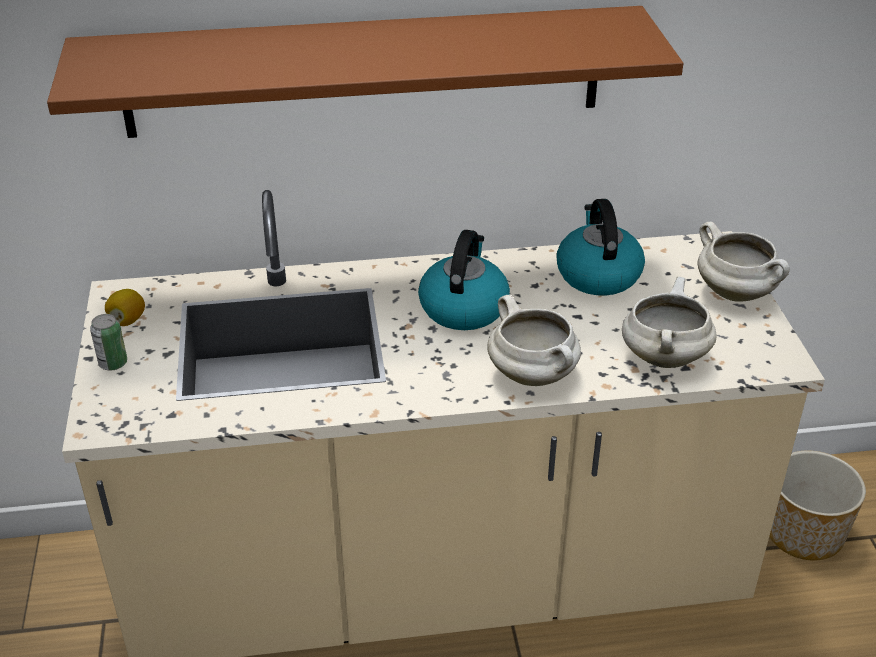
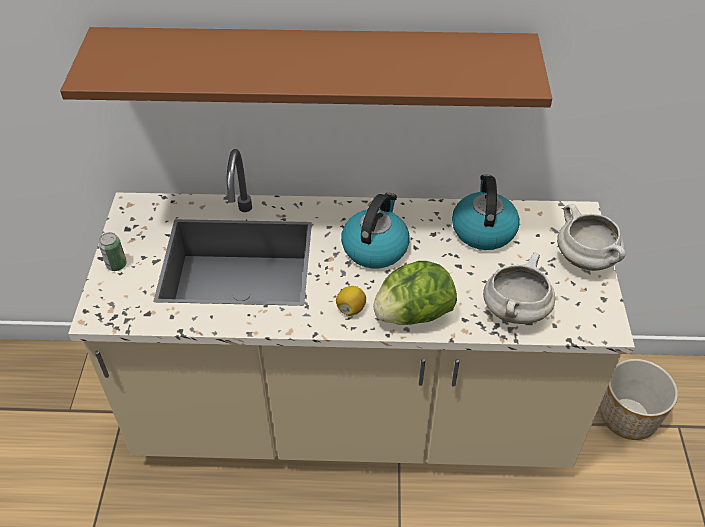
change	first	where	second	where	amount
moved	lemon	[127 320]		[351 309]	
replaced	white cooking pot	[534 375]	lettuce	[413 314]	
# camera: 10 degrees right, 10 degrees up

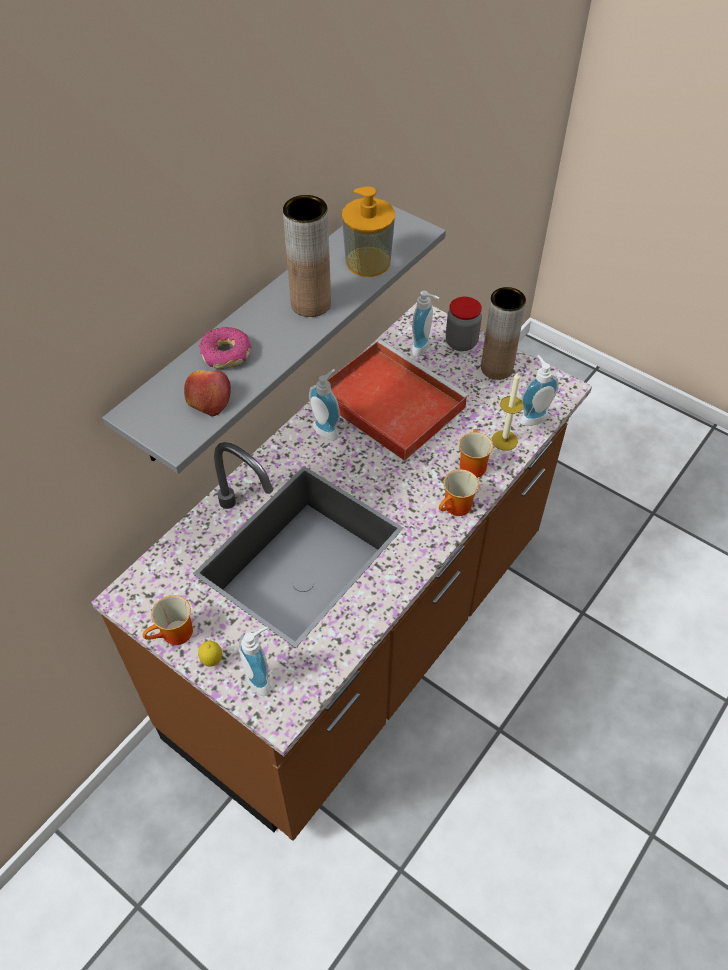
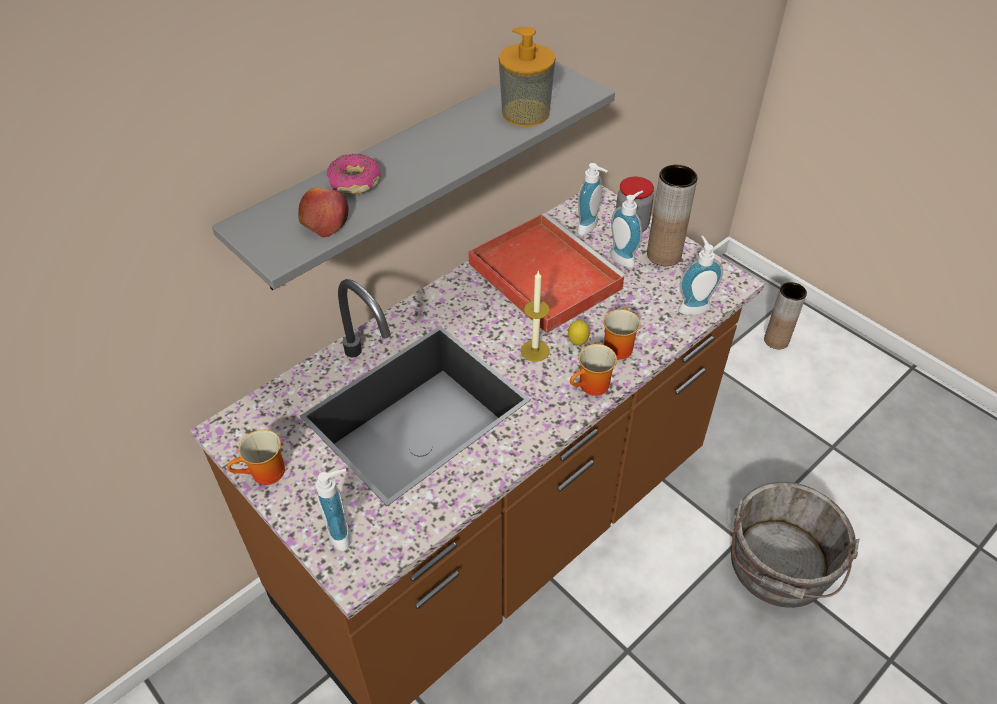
change	first	where	second	where	amount
moved	lemon	[212 661]		[577 343]	
moved	brown vase	[311 304]		[776 340]	
moved	soap dispenser	[328 429]		[625 257]	
moved	candle	[504 440]		[535 350]	
added			grey bucket	[778 568]	
# camera: 10 degrees right, 5 degrees down

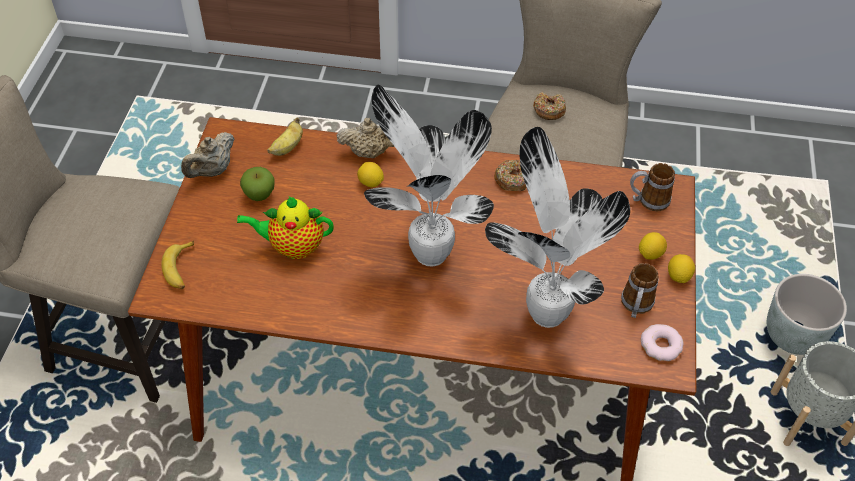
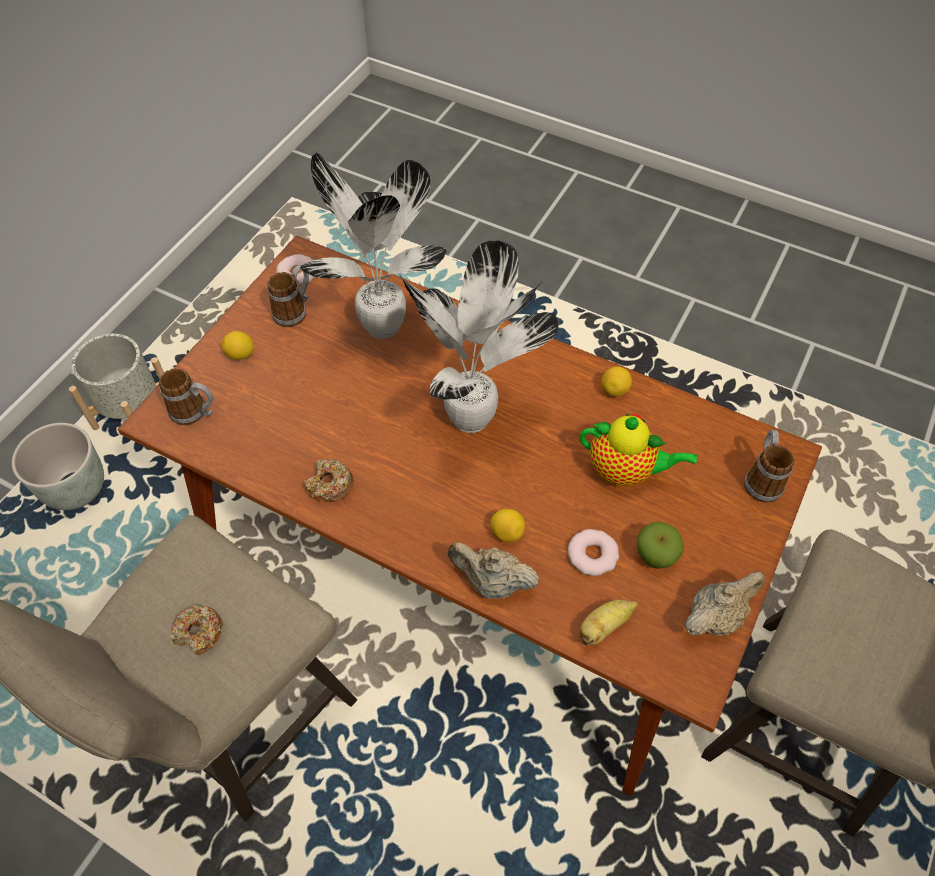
change	first	where	second	where	amount
replaced	banana	[180 269]	mug	[762 479]	
moved	lemon	[678 276]		[615 390]	
added			donut	[592 555]	
# camera: 160 degrees left, 5 degrees up

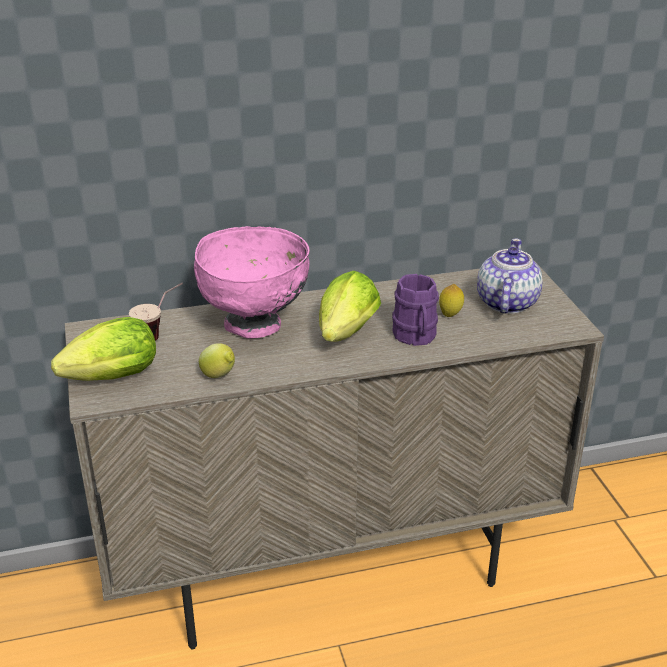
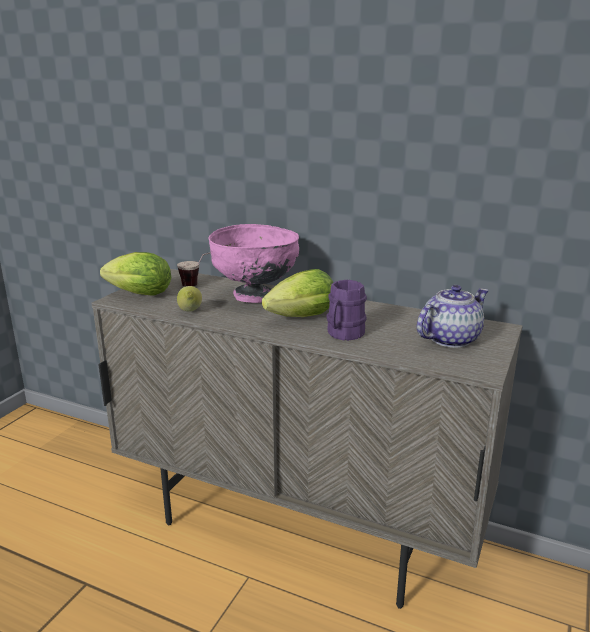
change	first	where	second	where	amount
removed	lemon	[450 315]			
# camera: 40 degrees right, 10 degrees down

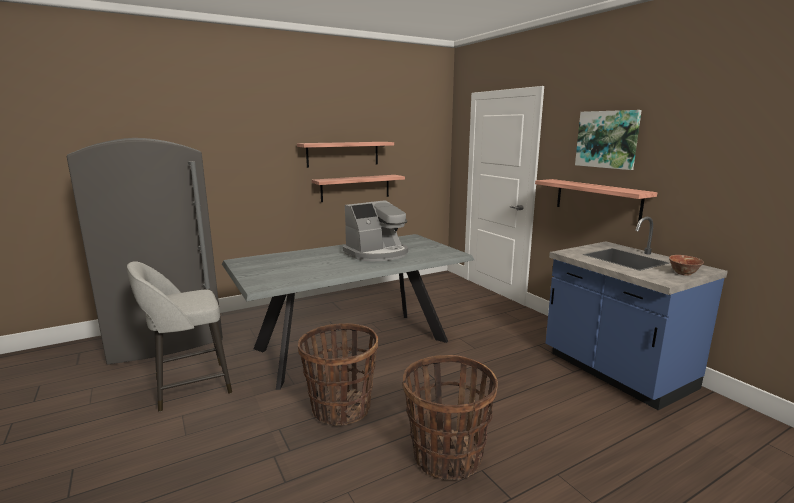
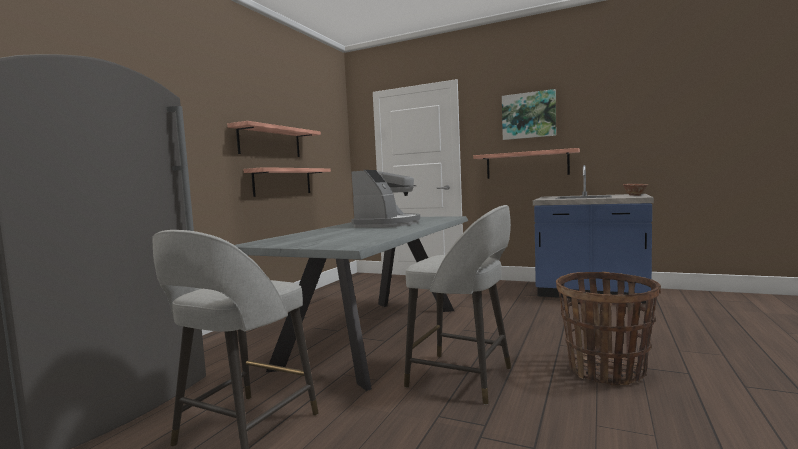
change	first	where	second	where	amount
replaced	basket	[340 408]	grey stool	[463 378]	
# camera: 35 degrees left, 10 degrees down

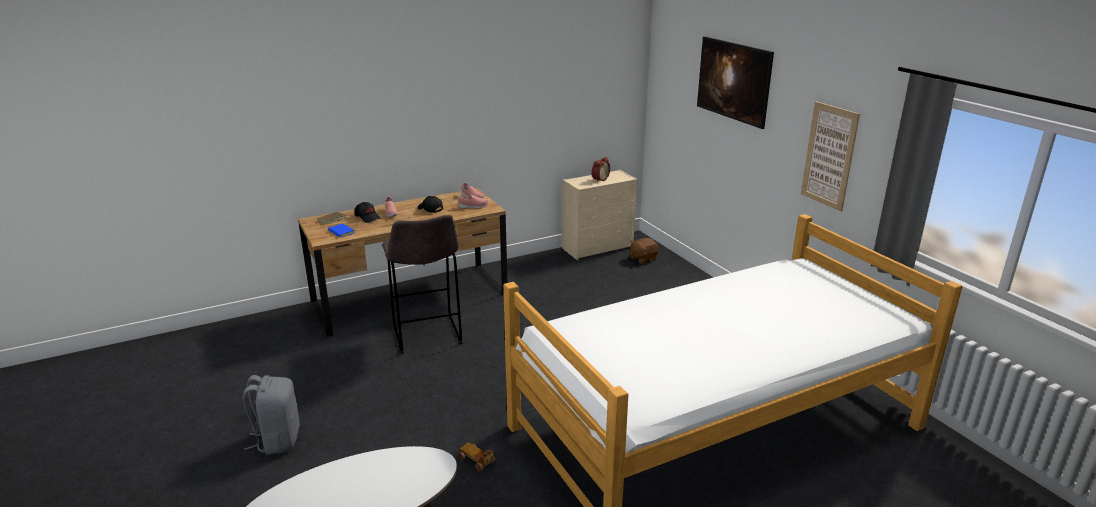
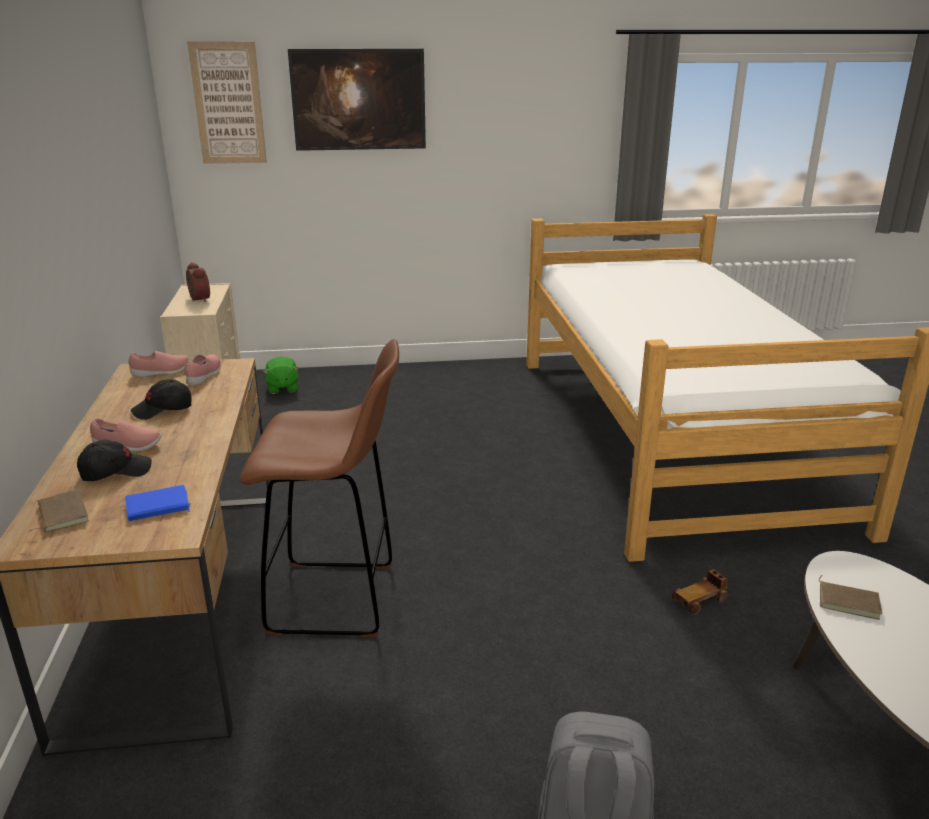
change	first	where	second	where	amount
recoloured	grey stool	[427 336]	brown stool	[337 599]	
recoloured	brown plush toy	[642 259]	green plush toy	[282 388]	
moved	picture	[829 156]		[228 103]	
added			brown book	[848 601]	
# camera: 70 degrees left, 0 degrees up

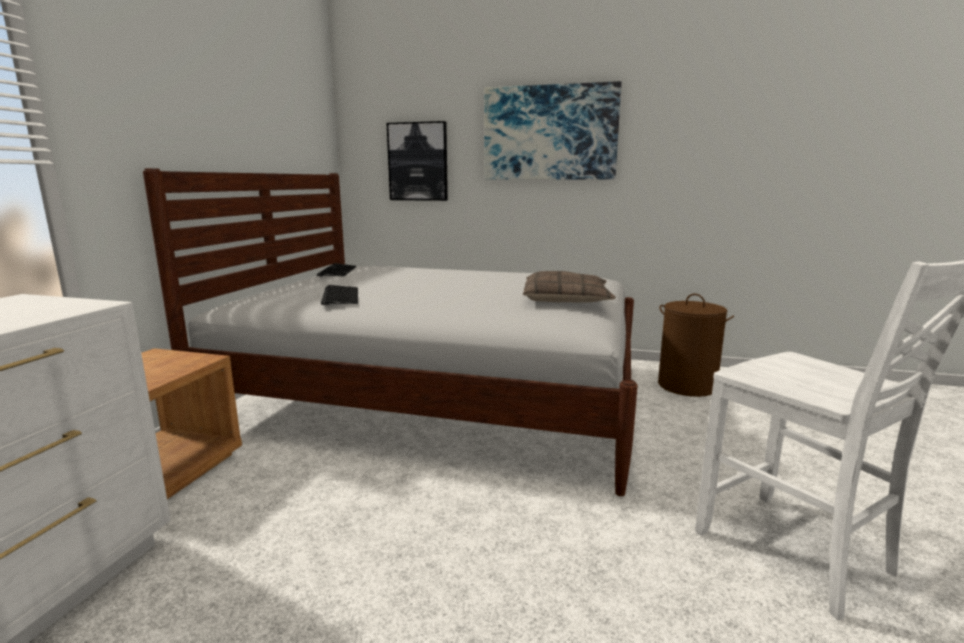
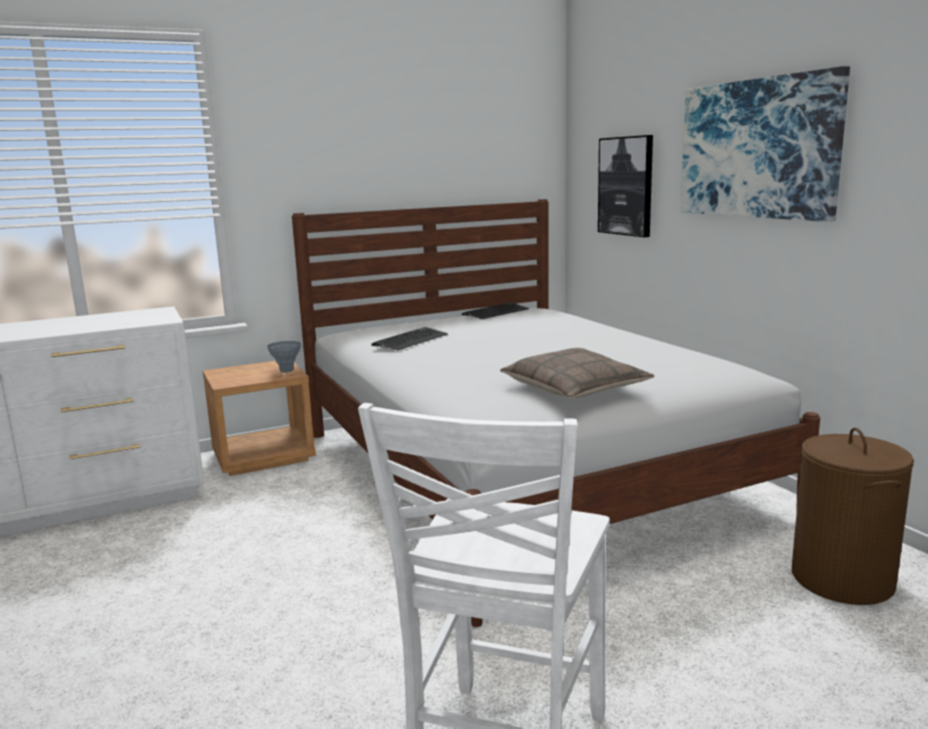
change	first	where	second	where	amount
added			grey vase	[286 371]	
# camera: 50 degrees right, 0 degrees up

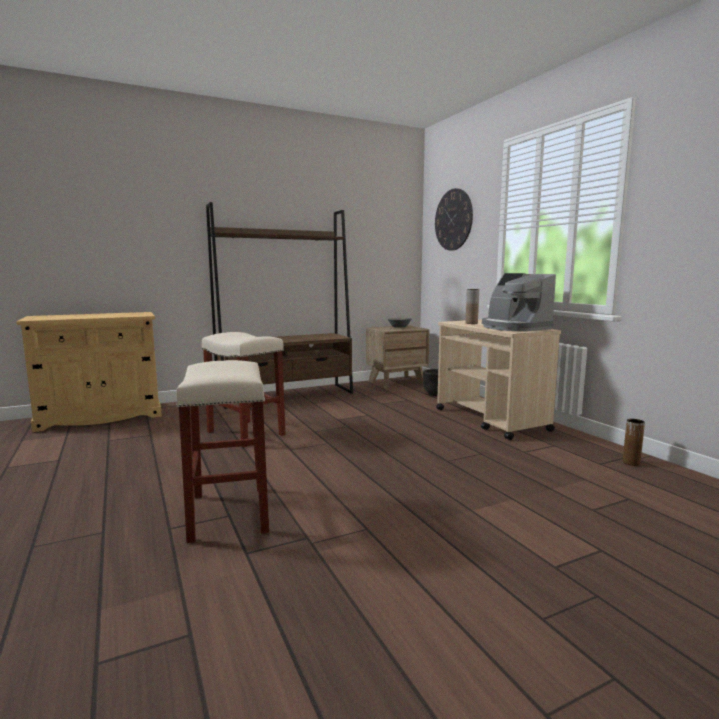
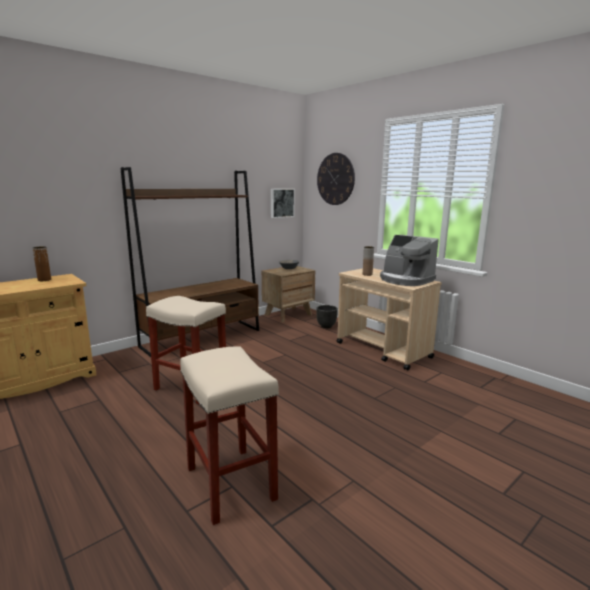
change	first	where	second	where	amount
moved	brown vase	[631 463]		[44 280]	
added			picture	[281 203]	
# camera: 15 degrees left, 5 degrees up

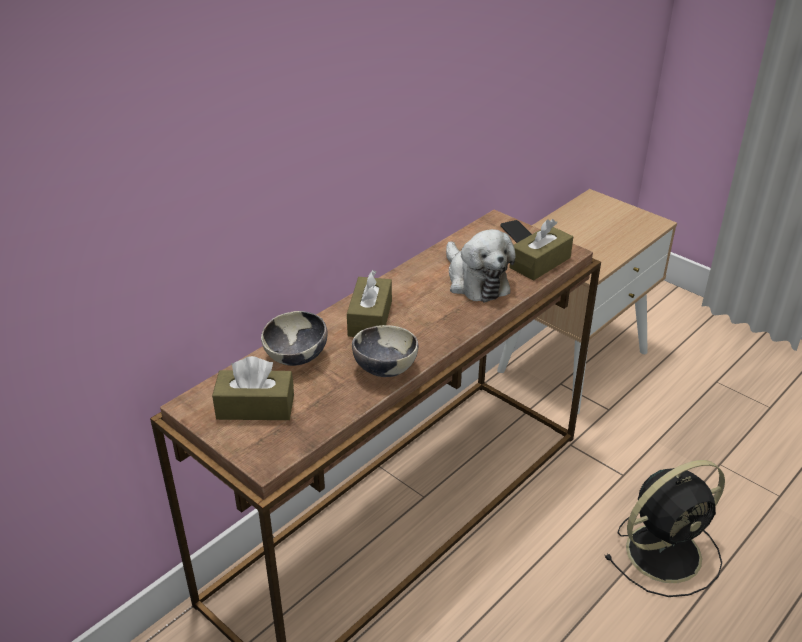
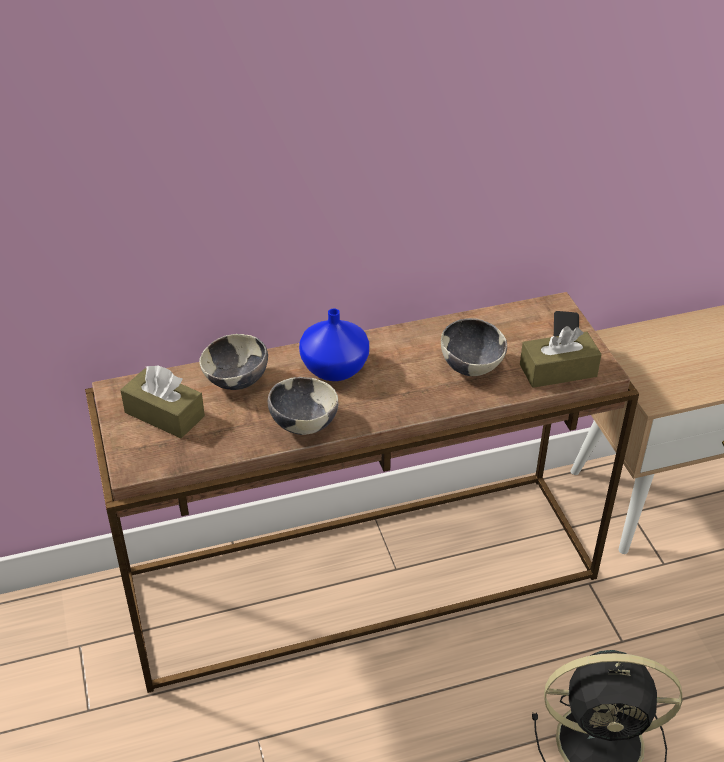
change	first	where	second	where	amount
replaced	brown tissue box	[370 318]	blue vase	[334 367]	
replaced	plush toy	[475 281]	bowl	[471 366]	
# camera: 30 degrees right, 5 degrees up

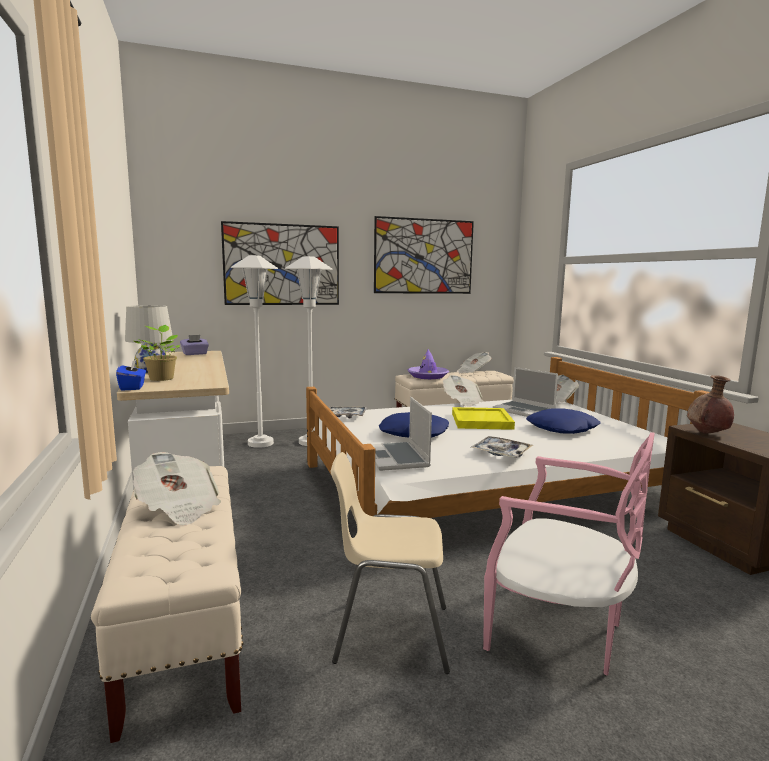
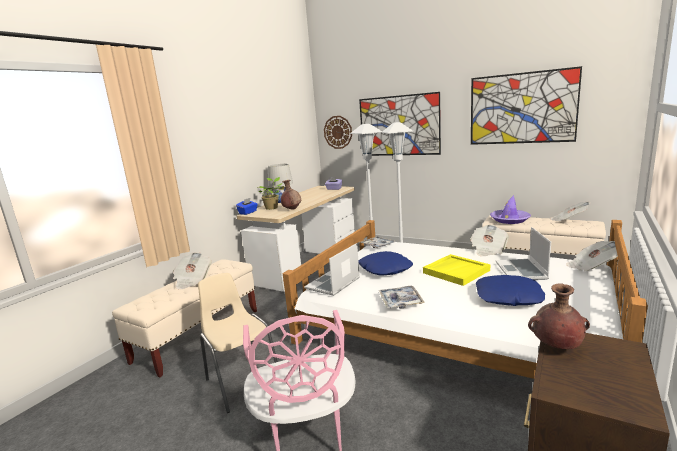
change	first	where	second	where	amount
added			brown vase	[292 209]	
added			wall clock	[338 132]	
# camera: 50 degrees right, 5 degrees up

